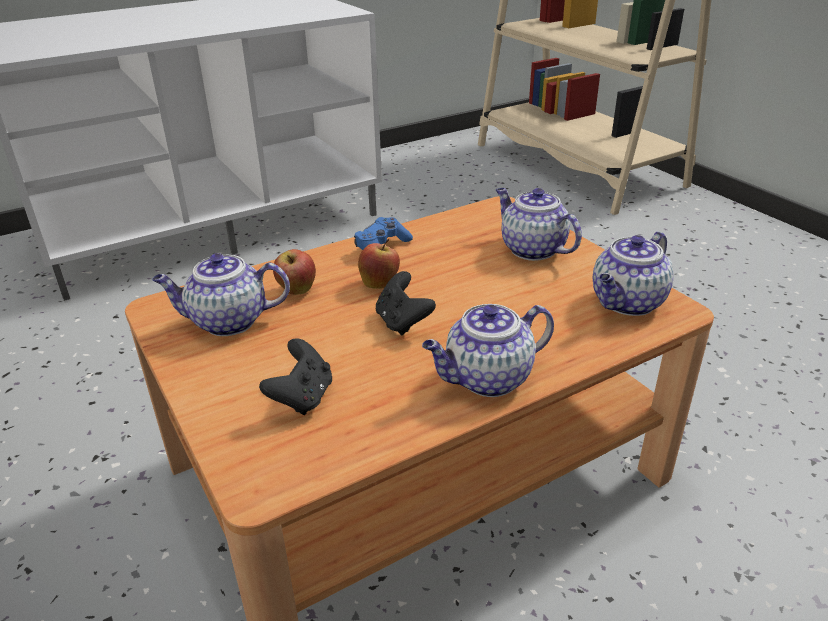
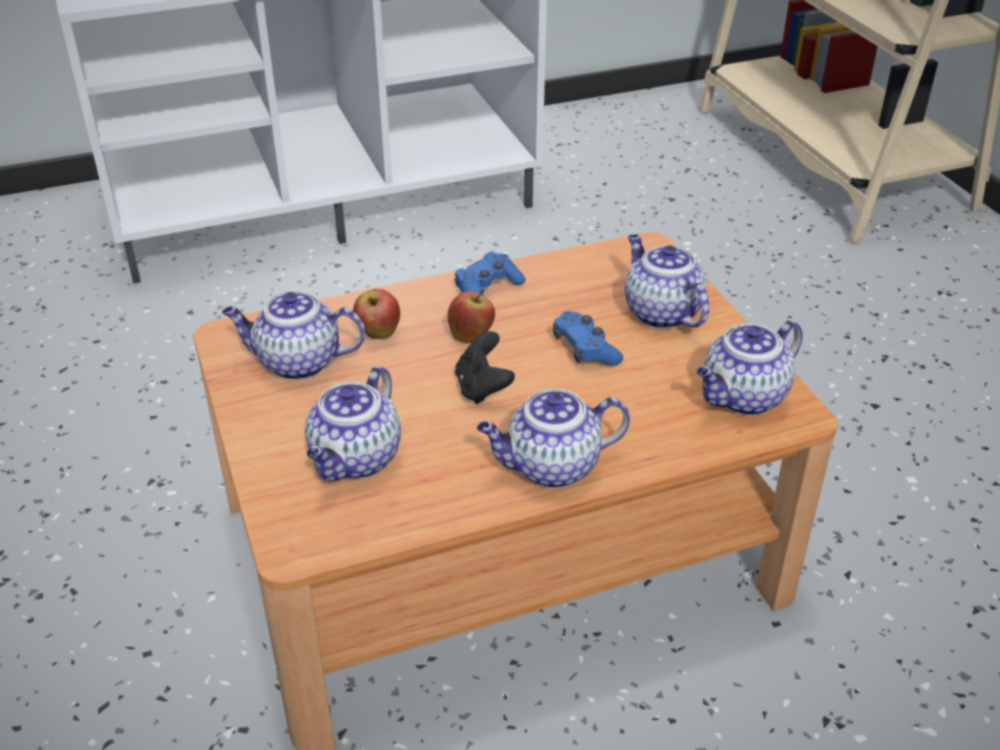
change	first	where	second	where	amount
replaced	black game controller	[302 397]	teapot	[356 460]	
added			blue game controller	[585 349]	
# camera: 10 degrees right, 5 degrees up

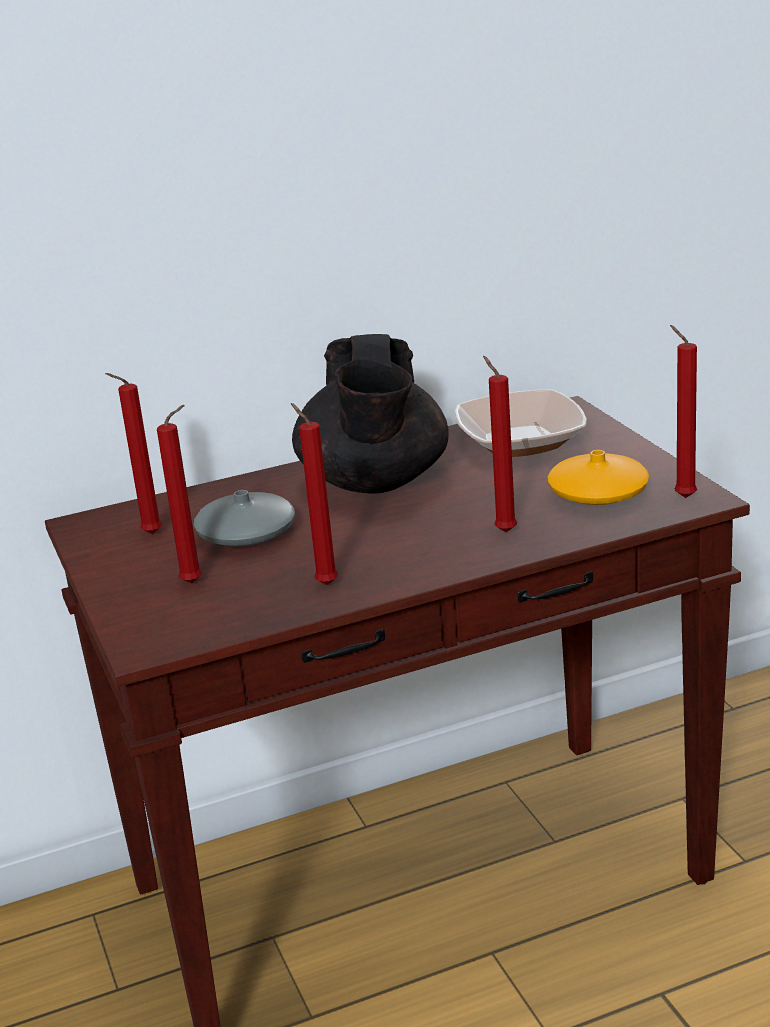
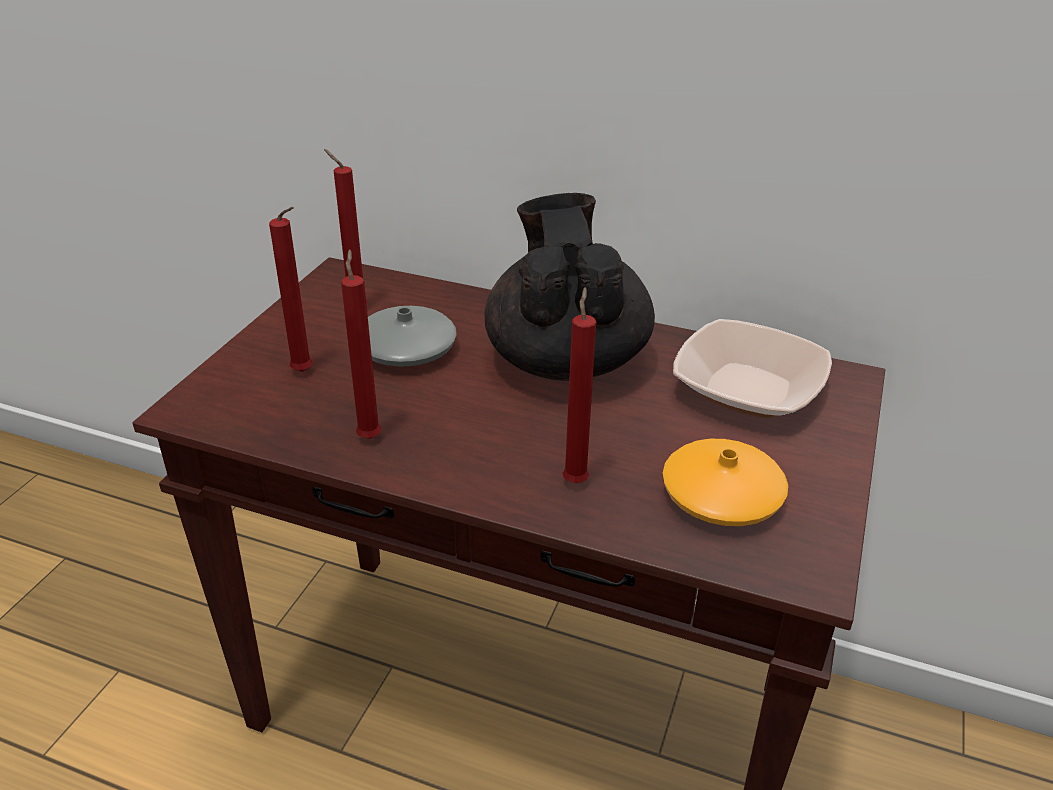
change	first	where	second	where	amount
turned	black teapot	[375 483]		[566 359]	135 degrees clockwise
removed	red candle	[682 496]			
# camera: 40 degrees right, 10 degrees up

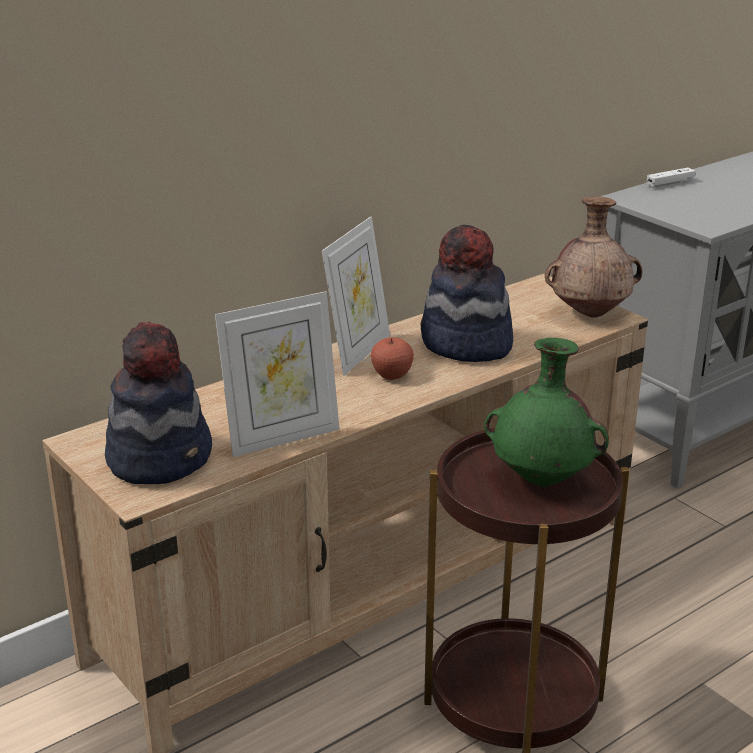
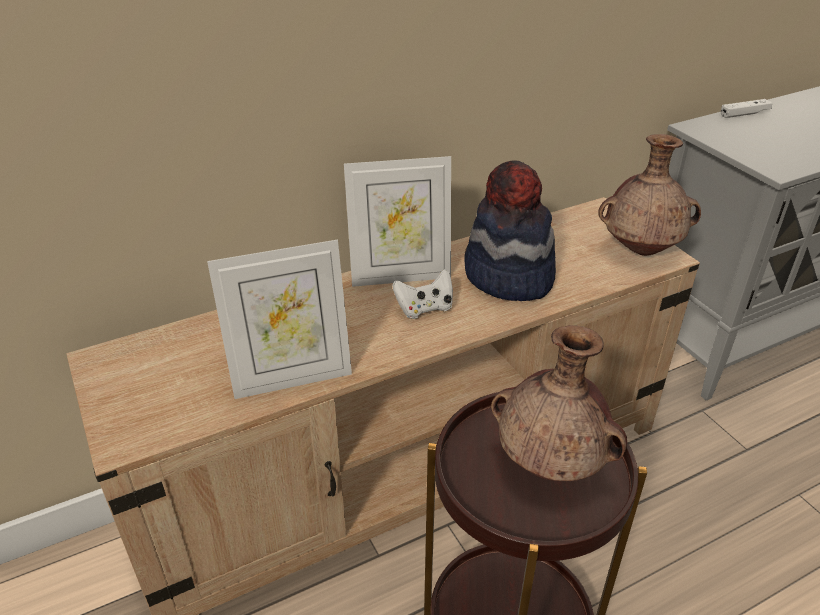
change	first	where	second	where	amount
removed	hat	[161 457]			
turned	picture frame	[358 352]		[400 276]	45 degrees clockwise
replaced	apple	[392 375]	white game controller	[425 308]	
recoloured	green vase	[543 479]	brown vase	[551 465]	
# camera: 10 degrees right, 10 degrees up

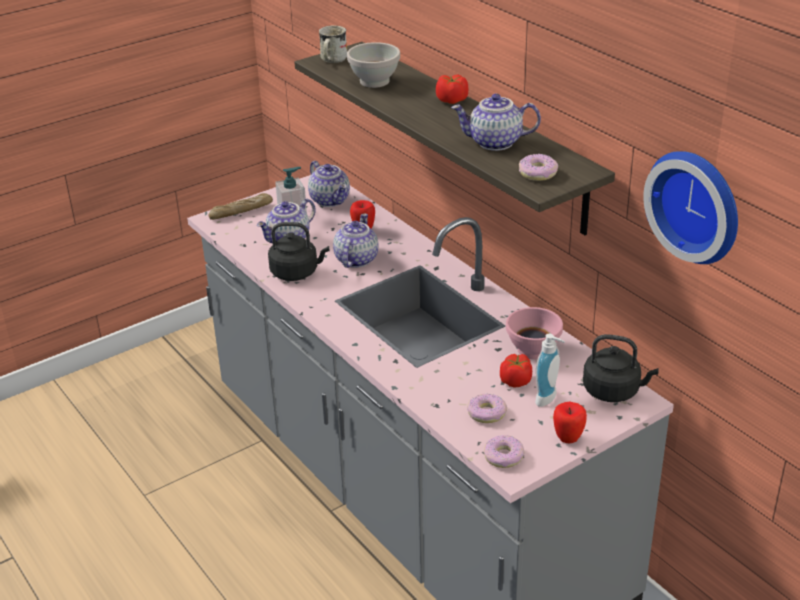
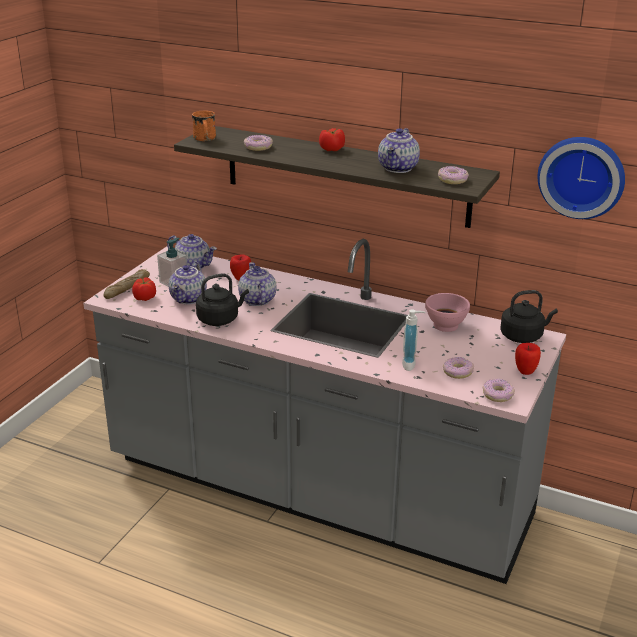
change	first	where	second	where	amount
recoloured	white mug	[331 60]	orange mug	[204 139]	
replaced	white bowl	[375 82]	donut	[258 147]	
turned	teapot	[494 143]		[398 168]	45 degrees counterclockwise
moved	tomato	[516 381]		[145 297]	
moved	soap dispenser	[549 399]		[411 364]	
# camera: 30 degrees left, 5 degrees down

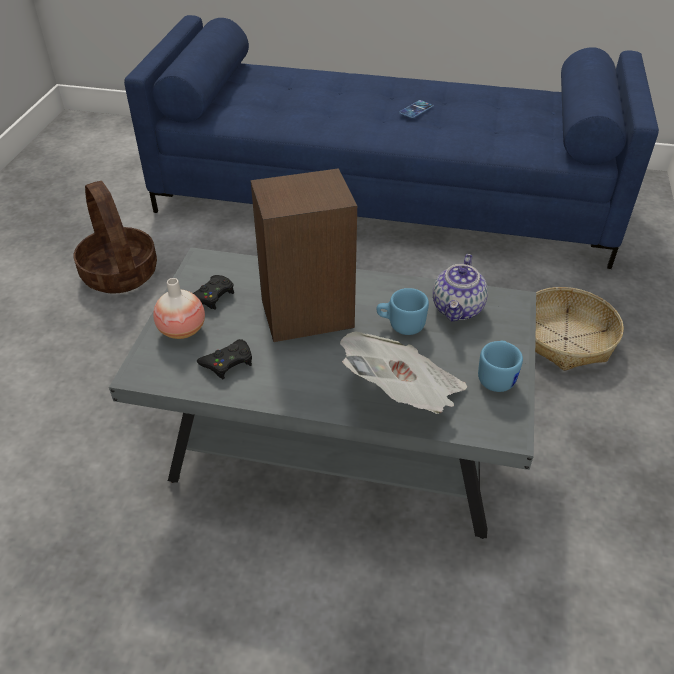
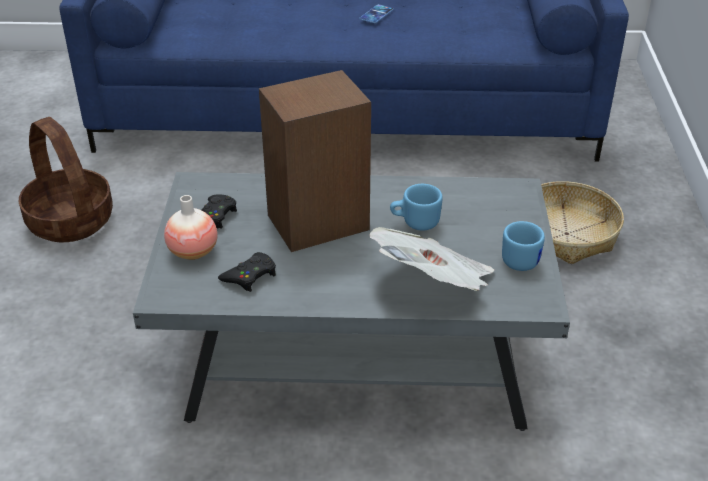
change	first	where	second	where	amount
removed	teapot	[458 309]			
# camera: 10 degrees left, 5 degrees down

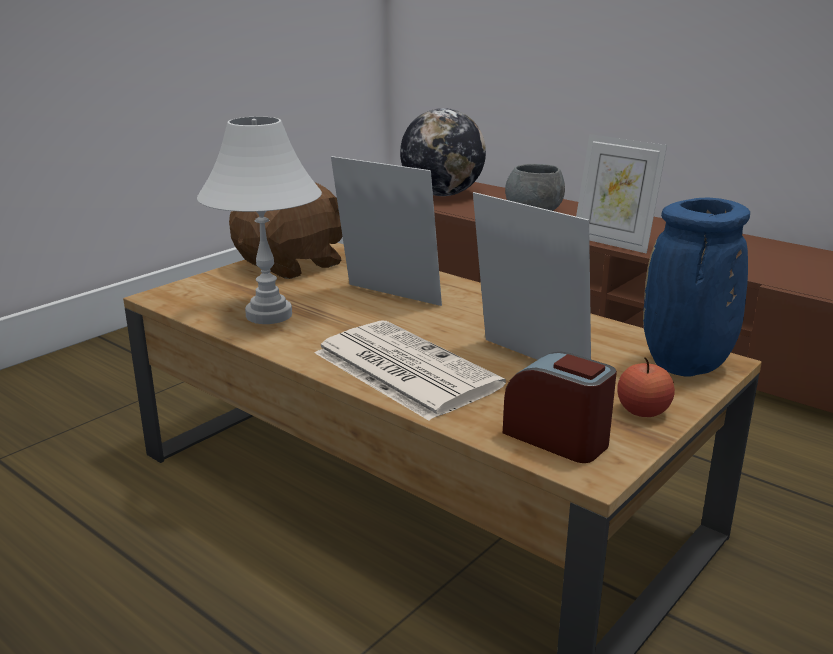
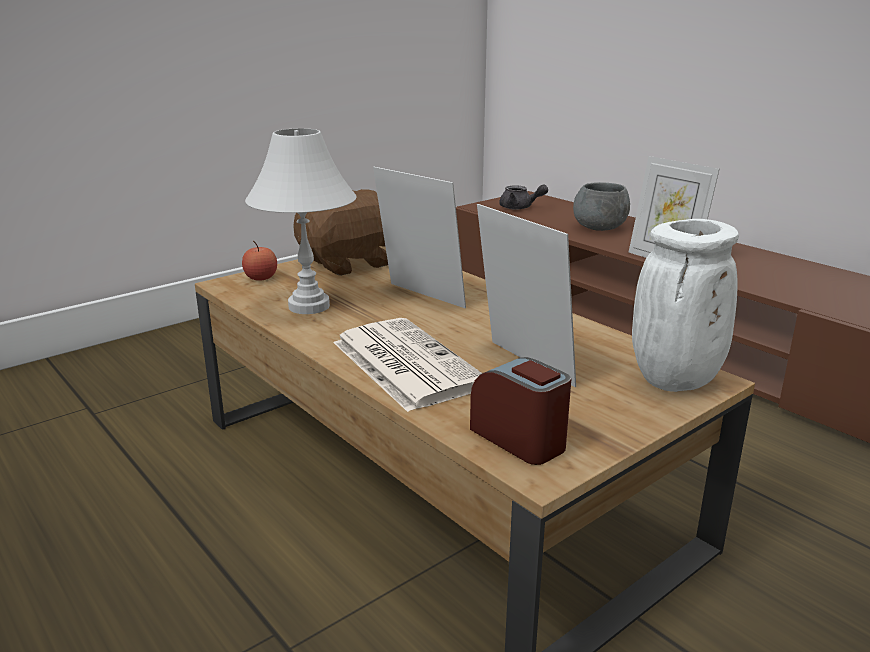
change	first	where	second	where	amount
replaced	globe	[442 194]	grey teapot	[520 208]	
moved	apple	[643 411]		[261 278]	
recoloured	blue vase	[685 367]	white vase	[674 382]	
# camera: 10 degrees right, 0 degrees up

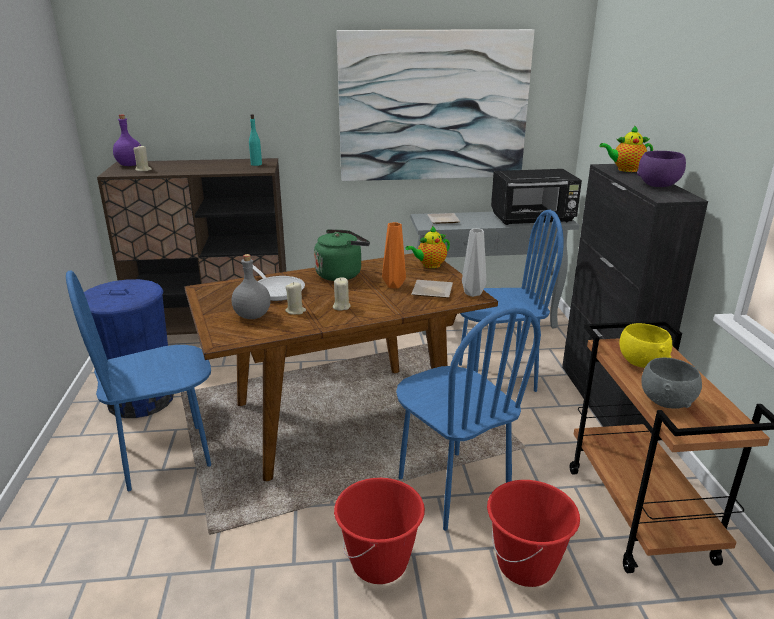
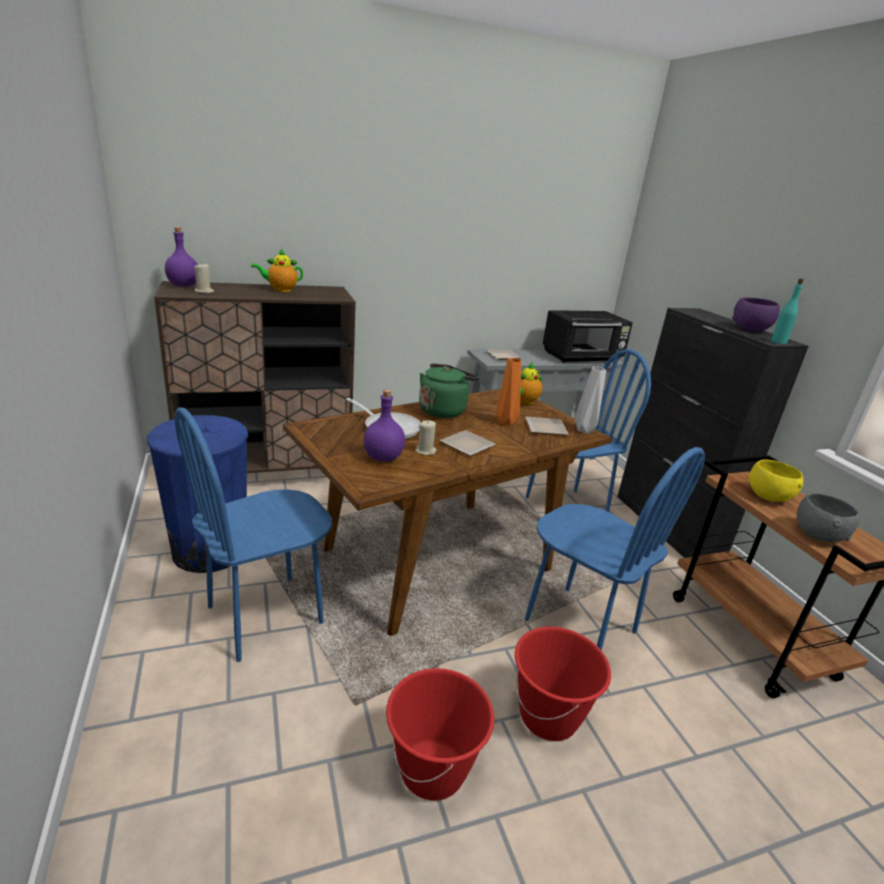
change	first	where	second	where	amount
recoloured	grey bottle	[253 315]	purple bottle	[384 457]	
moved	turquoise bottle	[256 164]		[778 342]	
replaced	beige candle	[341 307]	plate	[469 446]	
removed	picture	[433 107]			
moved	red bucket	[526 565]		[433 770]	
moved	teapot	[625 170]		[280 290]	
# camera: 15 degrees left, 0 degrees up

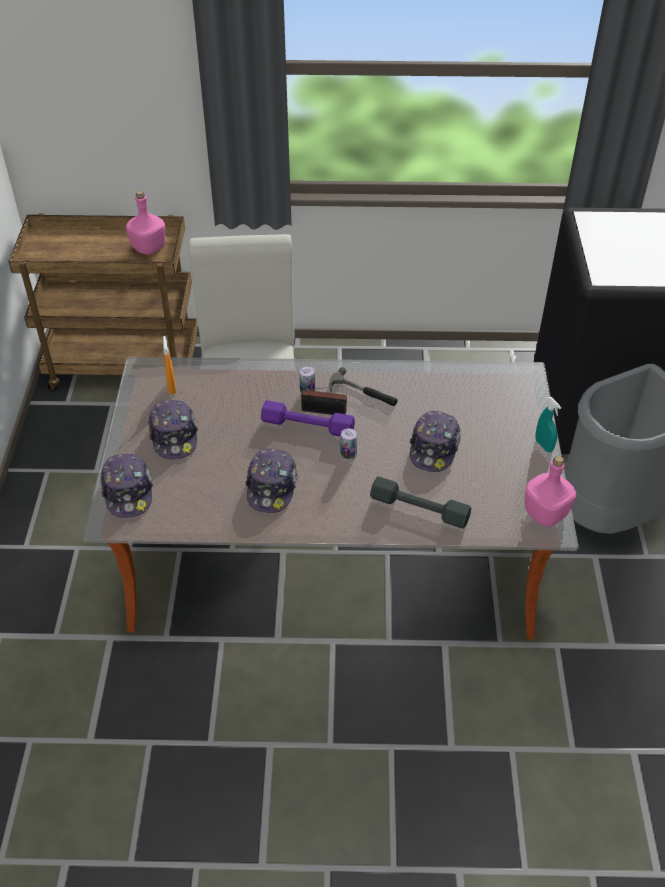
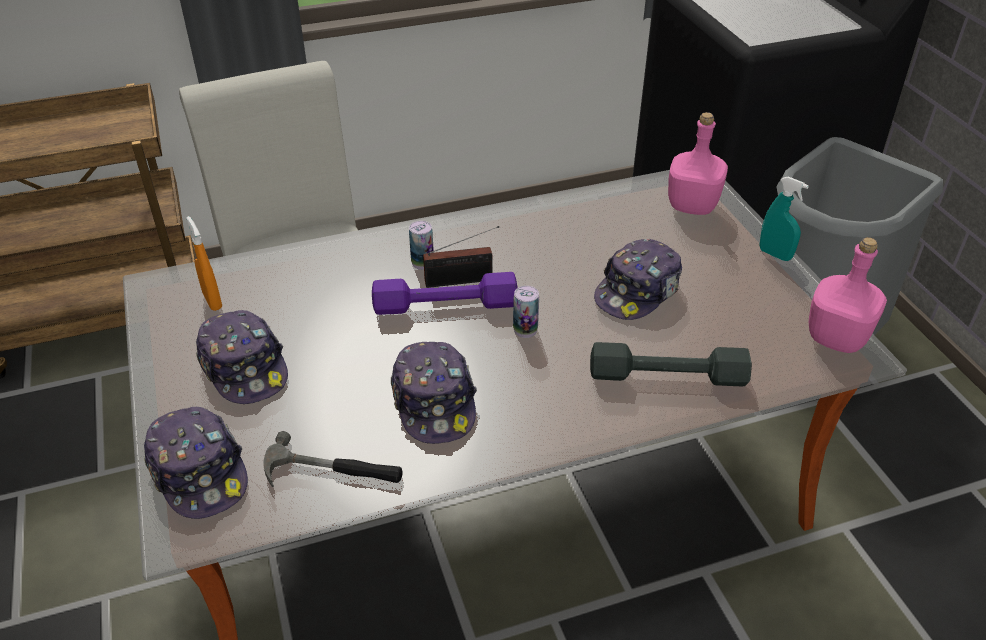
change	first	where	second	where	amount
moved	pink bottle	[149 248]		[692 205]	
moved	hammer	[362 393]		[333 472]	
turned	cap	[434 448]		[638 291]	45 degrees clockwise
# camera: 20 degrees left, 5 degrees down

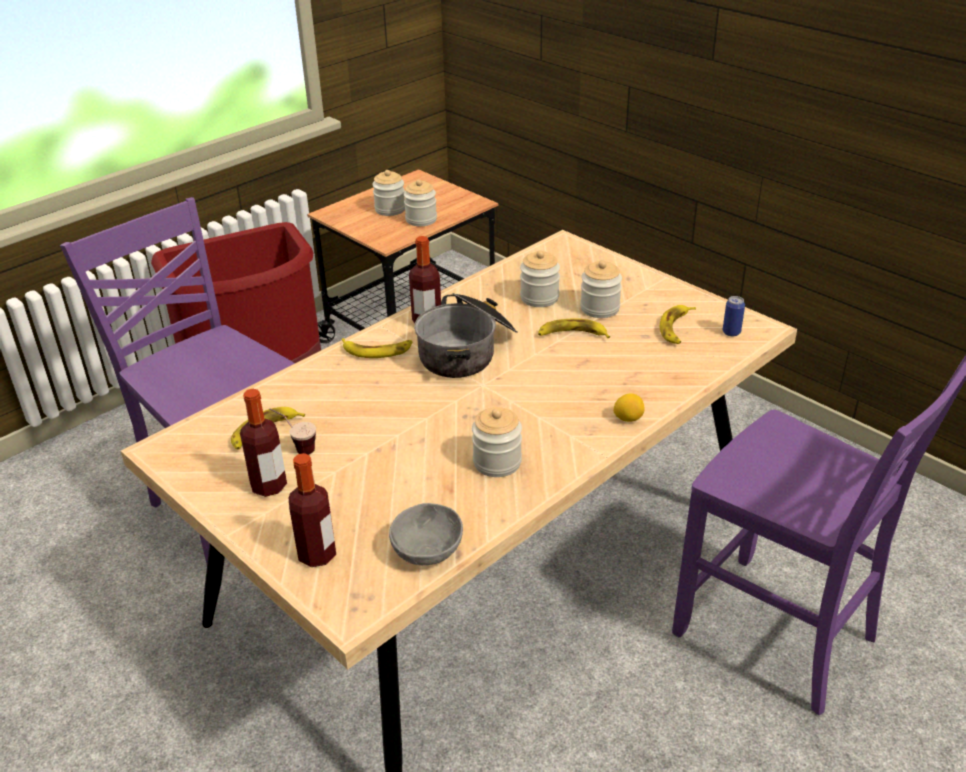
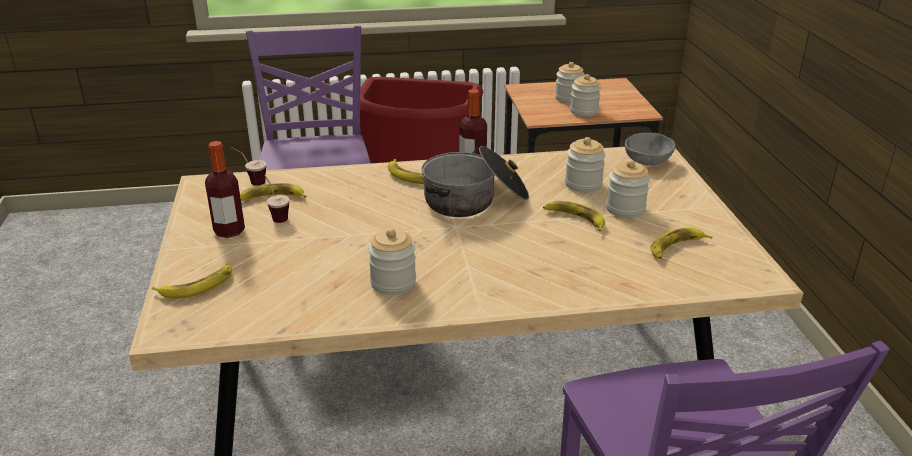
change	first	where	second	where	amount
replaced	bottle	[317 554]	banana	[198 285]	
moved	grey bowl	[429 551]		[648 162]	
removed	lemon	[628 418]			
removed	can	[731 332]			
added			cup	[251 181]	
# camera: 35 degrees right, 5 degrees down

